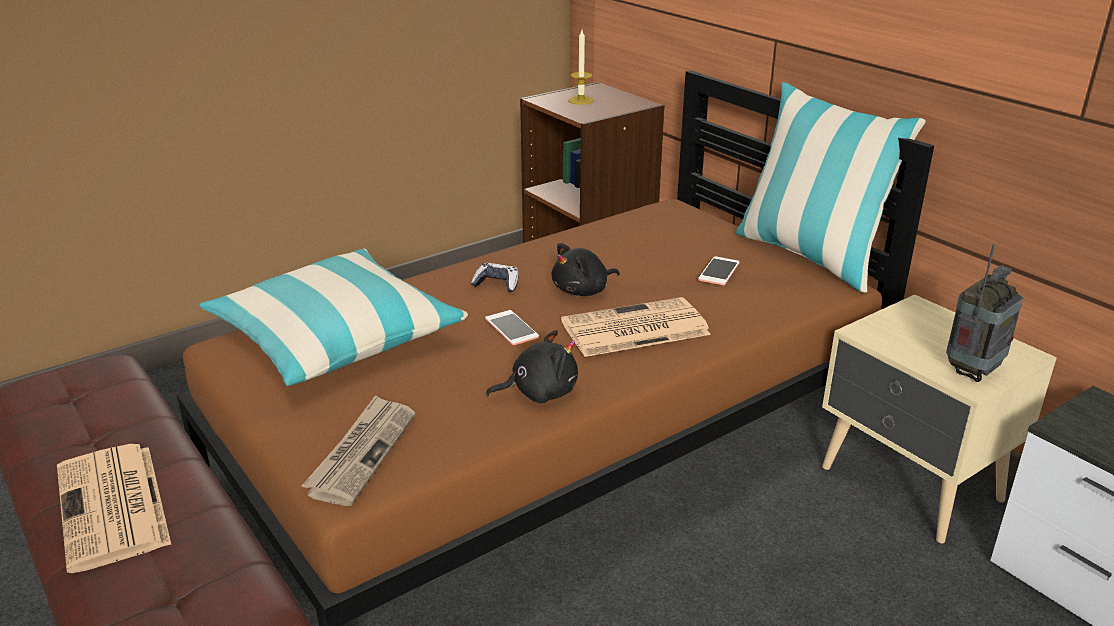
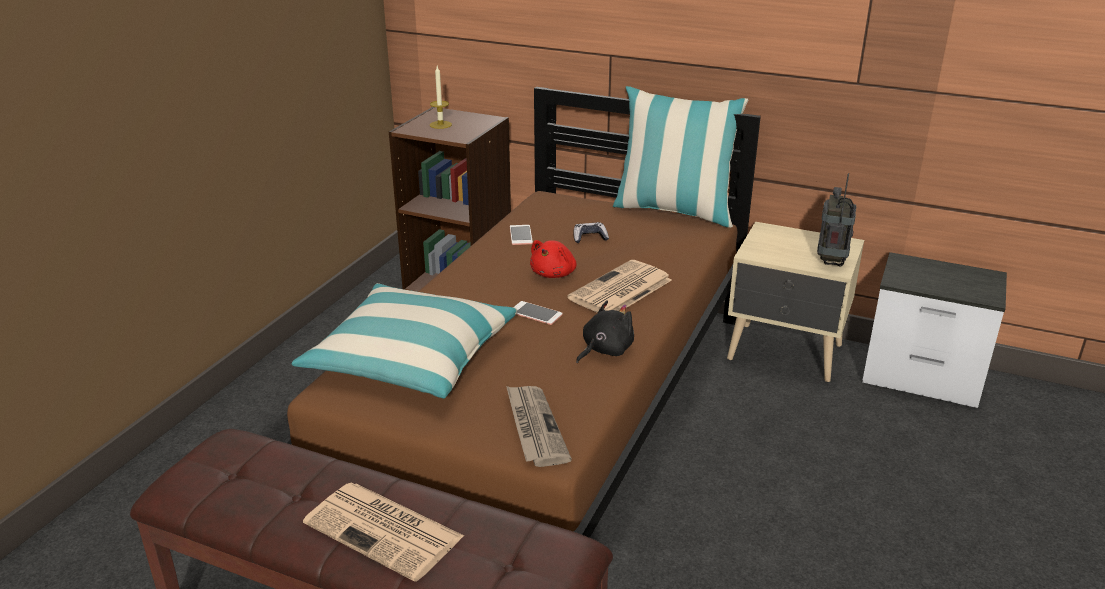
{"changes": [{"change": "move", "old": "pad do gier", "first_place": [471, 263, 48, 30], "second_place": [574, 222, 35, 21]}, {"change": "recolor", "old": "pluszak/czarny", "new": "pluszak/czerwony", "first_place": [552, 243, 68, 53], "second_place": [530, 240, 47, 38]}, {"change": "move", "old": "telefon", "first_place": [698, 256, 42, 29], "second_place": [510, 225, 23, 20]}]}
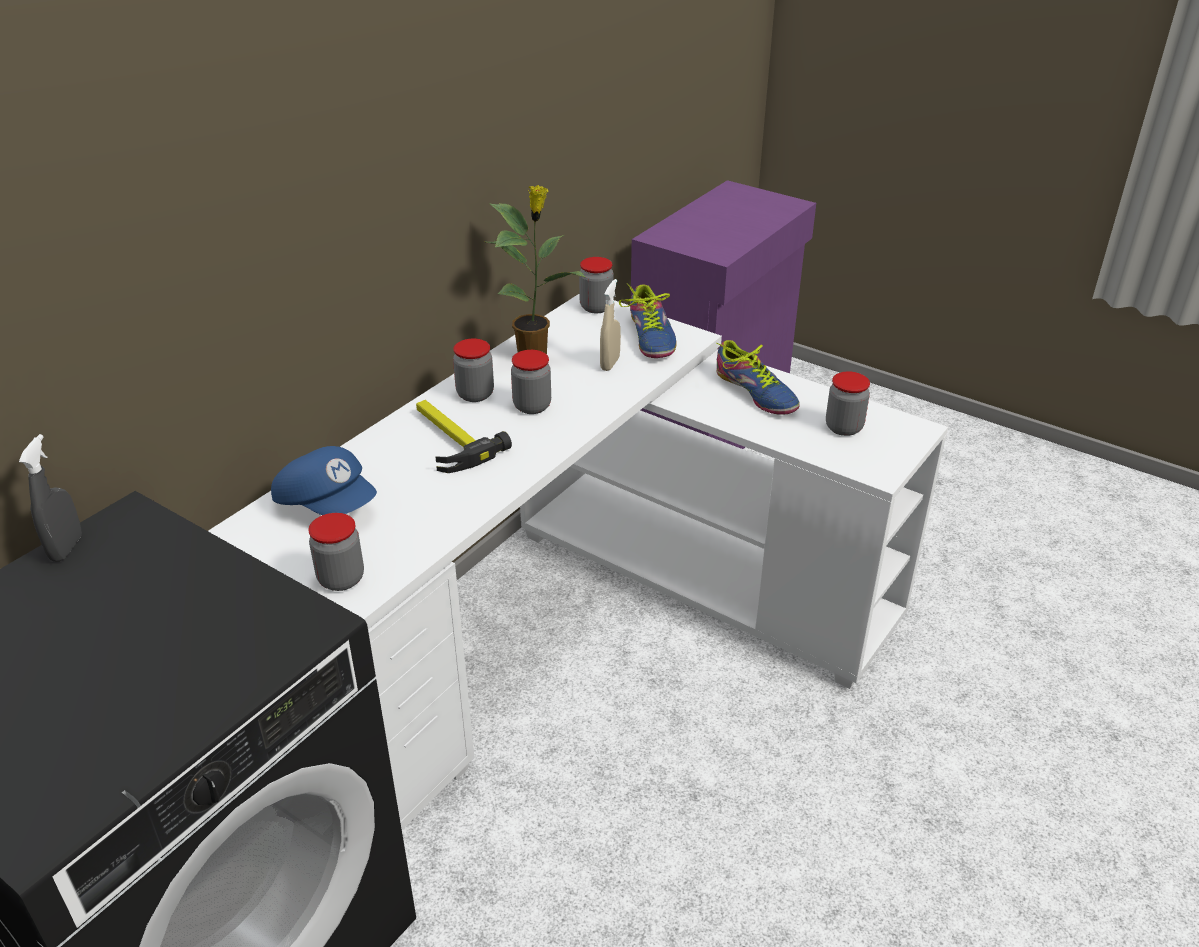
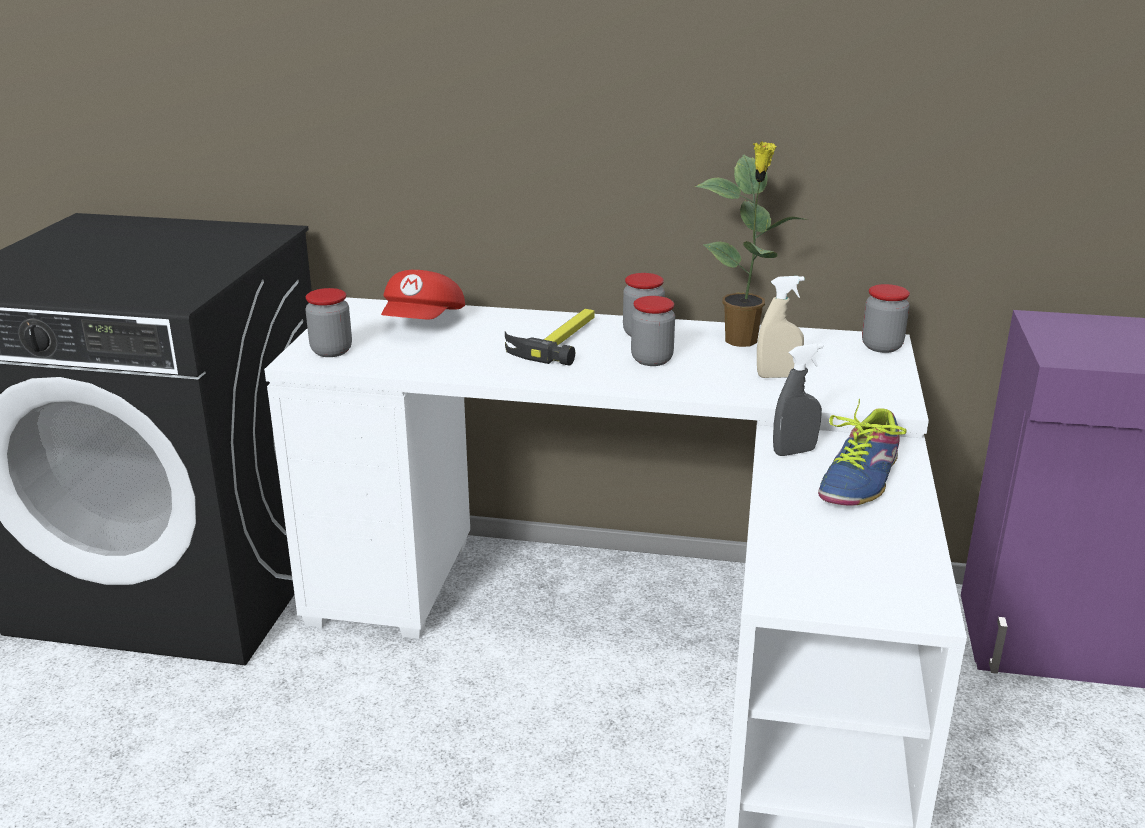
{"changes": [{"change": "move", "old": "spryskiwacz/szary", "first_place": [19, 434, 63, 128], "second_place": [773, 343, 50, 113]}, {"change": "recolor", "old": "czapka z daszkiem/niebieski", "new": "czapka z daszkiem/czerwony", "first_place": [271, 446, 106, 69], "second_place": [381, 270, 84, 50]}, {"change": "delete", "old": "but", "first_place": [619, 283, 58, 75]}, {"change": "delete", "old": "słoik", "first_place": [826, 371, 44, 65]}]}
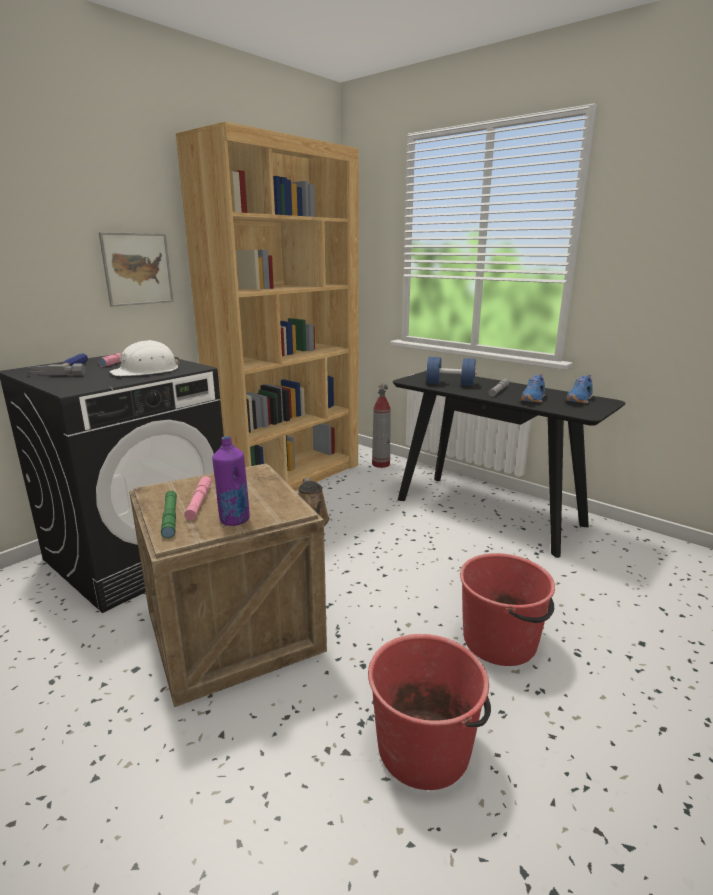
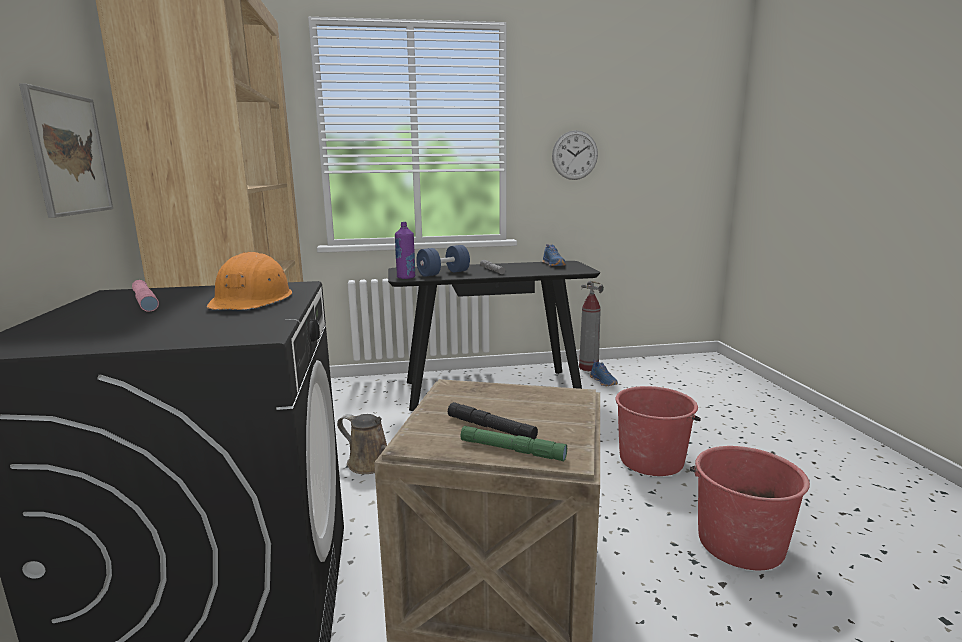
{"changes": [{"change": "delete", "old": "młotek", "first_place": [27, 353, 61, 23]}, {"change": "recolor", "old": "kask/biały", "new": "kask/pomarańczowy", "first_place": [110, 340, 70, 36], "second_place": [207, 252, 85, 58]}, {"change": "recolor", "old": "latarka/różowy", "new": "latarka/czarny", "first_place": [184, 476, 28, 44], "second_place": [448, 402, 90, 38]}, {"change": "move", "old": "butelka/fioletowy", "first_place": [212, 436, 38, 90], "second_place": [395, 222, 20, 57]}, {"change": "move", "old": "gaśnica", "first_place": [372, 384, 19, 84], "second_place": [579, 281, 25, 90]}, {"change": "move", "old": "but/niebieski", "first_place": [521, 374, 24, 29], "second_place": [590, 360, 28, 26]}, {"change": "insert", "new": "zegar ścienny", "second_place": [552, 130, 46, 50]}]}
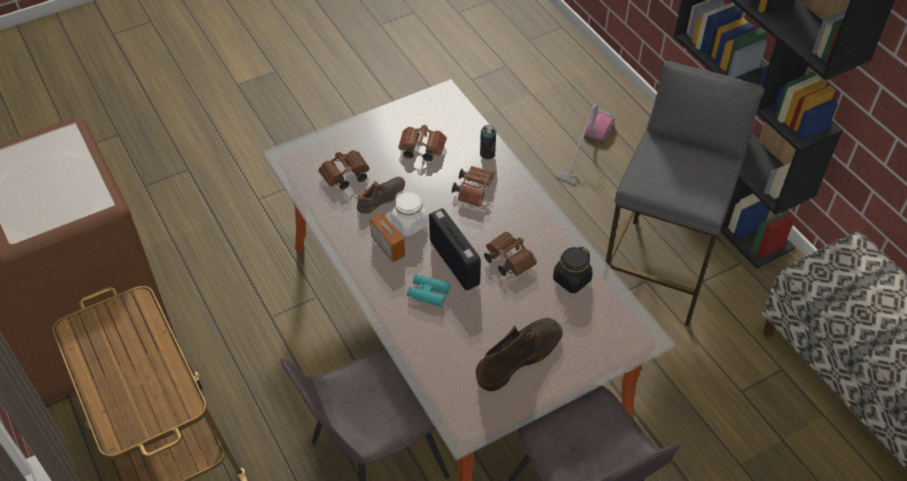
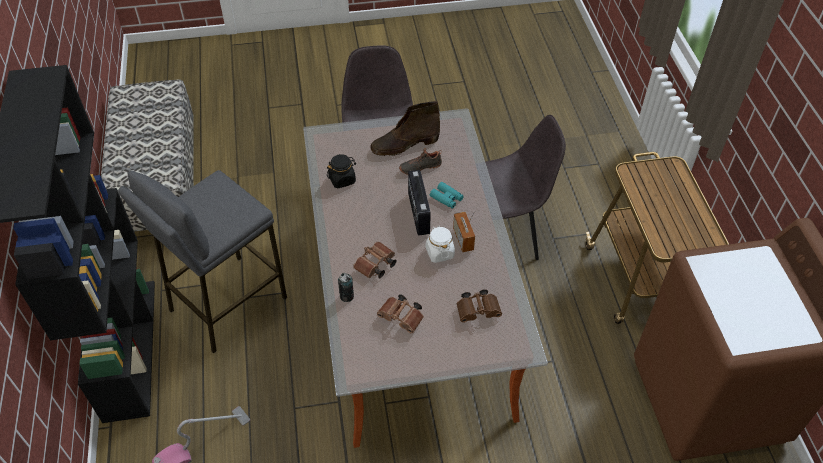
{"changes": [{"change": "move", "old": "but/czarny", "first_place": [356, 177, 49, 37], "second_place": [399, 148, 43, 26]}, {"change": "delete", "old": "lornetka/brązowy", "first_place": [484, 232, 53, 44]}]}
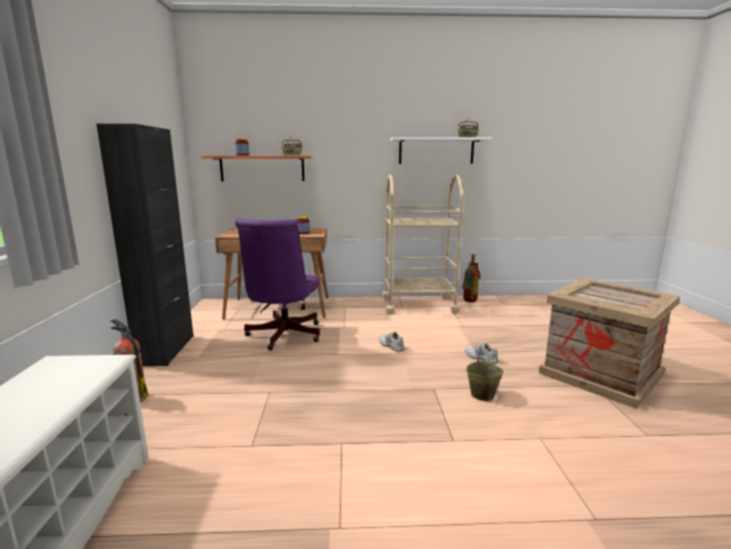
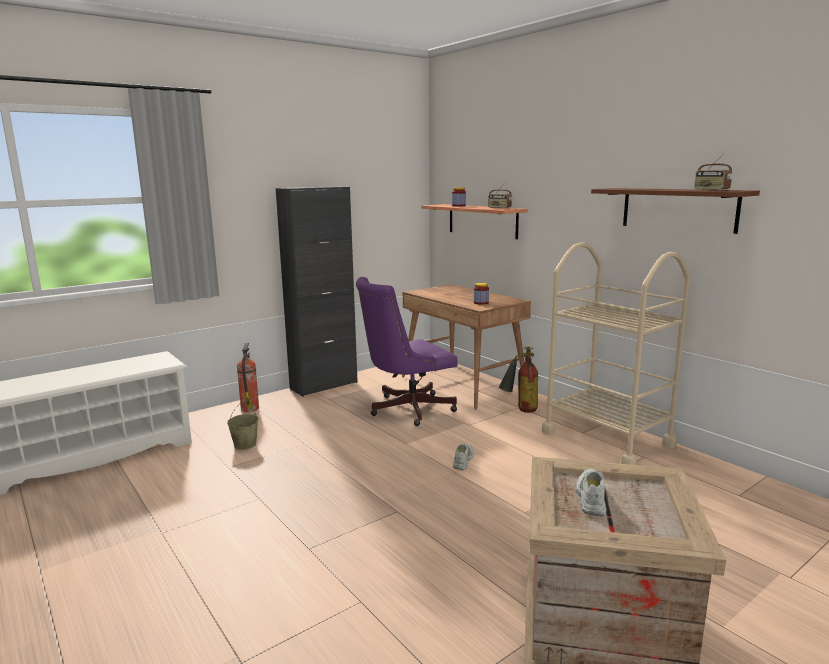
{"changes": [{"change": "recolor", "old": "półka/biały", "new": "półka/brązowy", "first_place": [390, 137, 101, 27], "second_place": [591, 188, 169, 46]}, {"change": "move", "old": "gaśnica", "first_place": [462, 254, 19, 48], "second_place": [499, 346, 39, 67]}, {"change": "move", "old": "but/biały", "first_place": [465, 343, 34, 21], "second_place": [575, 469, 31, 47]}, {"change": "move", "old": "wiadro/beżowy", "first_place": [466, 351, 37, 50], "second_place": [227, 403, 32, 47]}]}
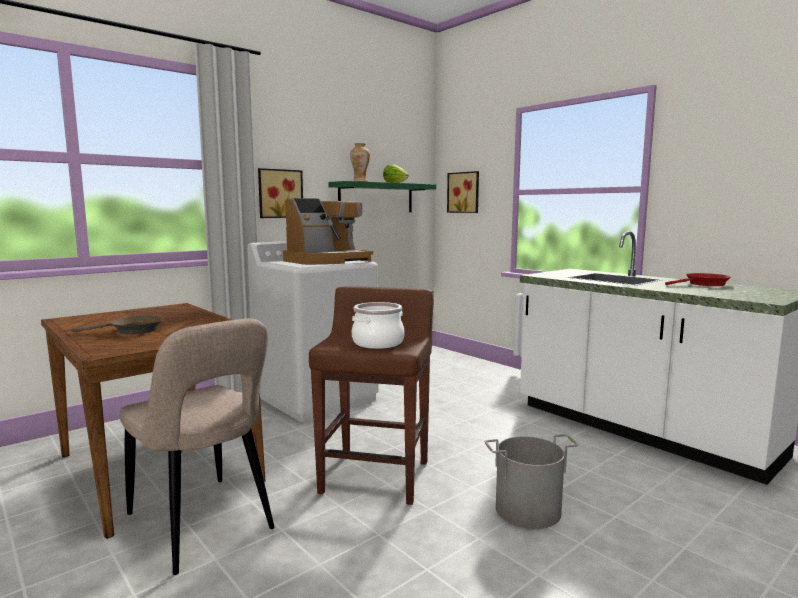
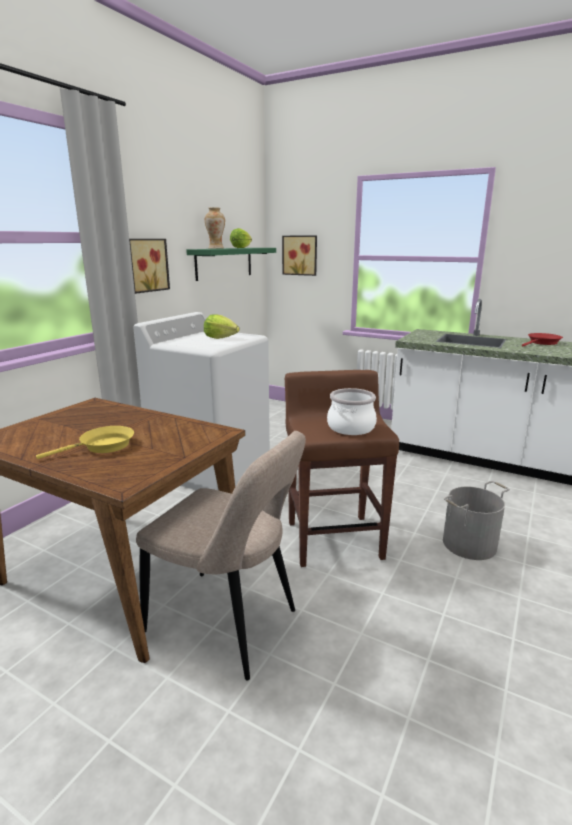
{"changes": [{"change": "recolor", "old": "patelnia/brązowy", "new": "patelnia/żółty", "first_place": [71, 316, 92, 18], "second_place": [36, 426, 98, 33]}, {"change": "replace", "old": "ekspres do kawy", "new": "sałata", "first_place": [283, 198, 90, 67], "second_place": [204, 314, 35, 25]}]}
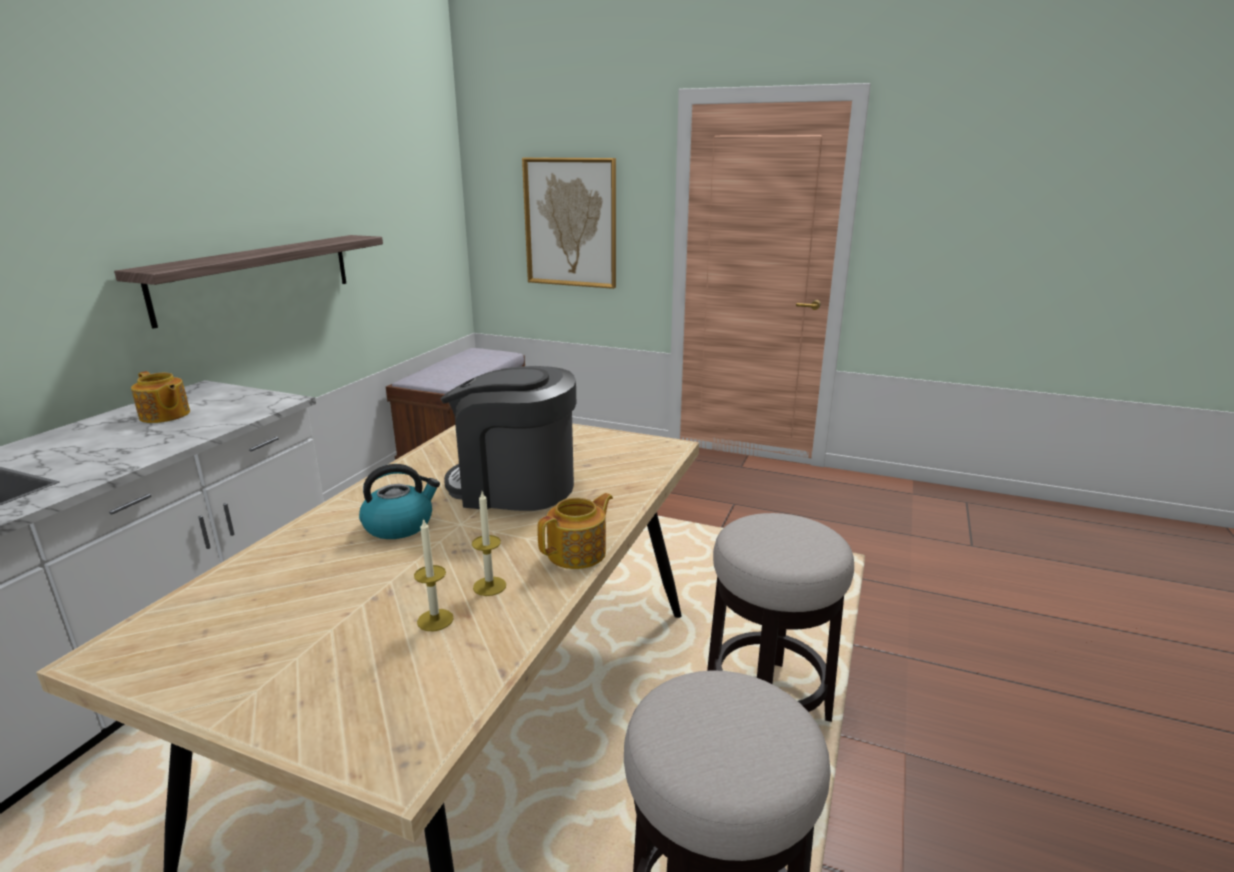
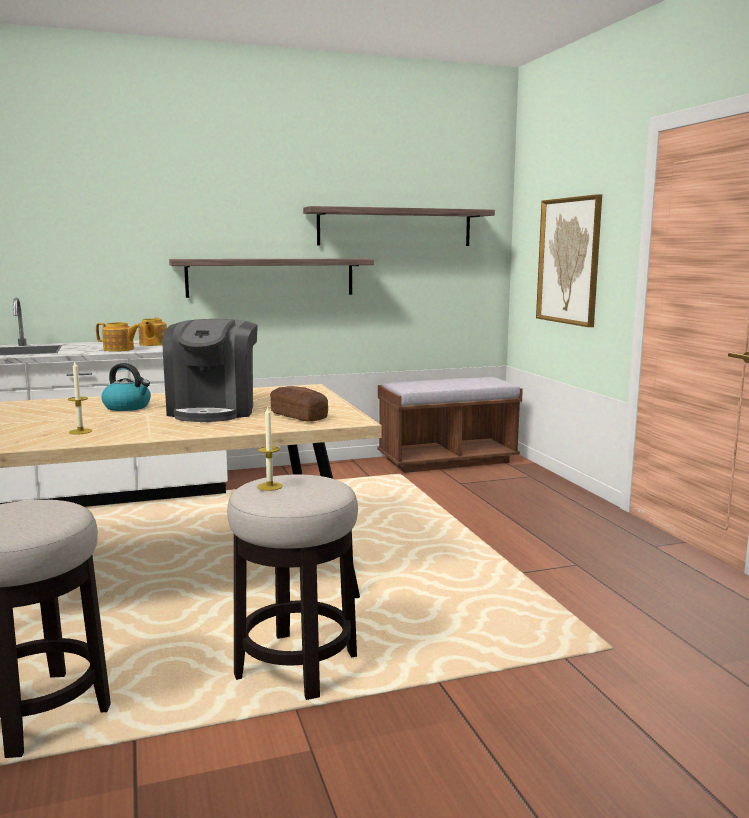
{"changes": [{"change": "move", "old": "świeca", "first_place": [414, 518, 40, 113], "second_place": [257, 406, 26, 85]}, {"change": "rotate", "old": "ekspres do kawy", "first_place": [441, 366, 135, 145], "second_place": [163, 319, 95, 103], "degrees": -150}, {"change": "move", "old": "imbryk", "first_place": [537, 493, 76, 76], "second_place": [96, 322, 45, 30]}, {"change": "insert", "new": "chleb", "second_place": [270, 386, 58, 35]}, {"change": "insert", "new": "półka", "second_place": [303, 206, 192, 40]}]}
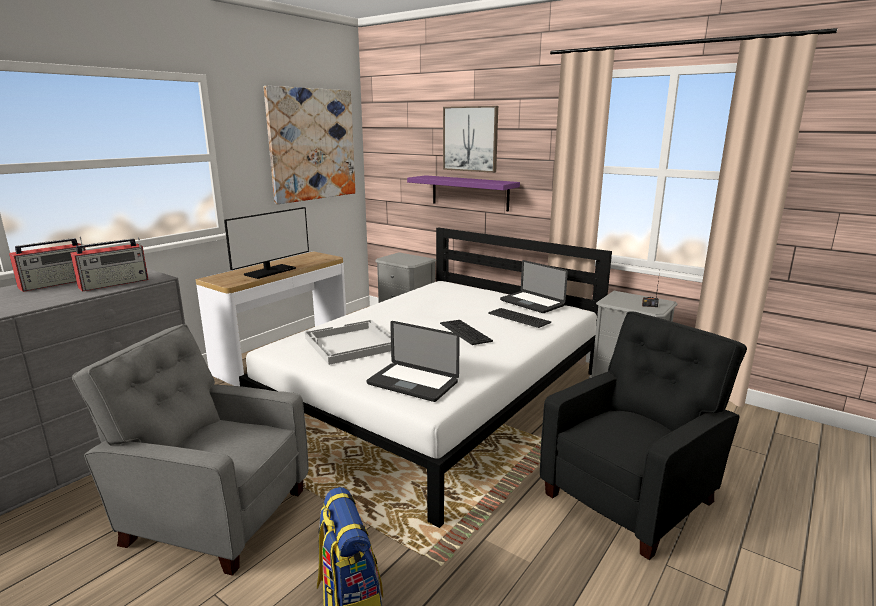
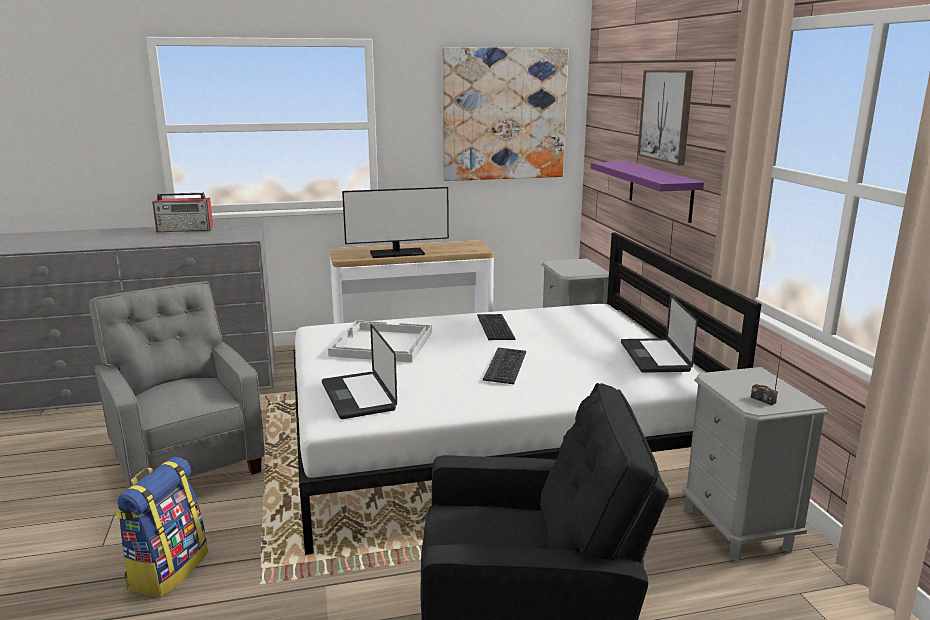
{"changes": [{"change": "delete", "old": "radio", "first_place": [70, 237, 79, 55]}, {"change": "move", "old": "klawiatura", "first_place": [488, 308, 63, 20], "second_place": [477, 314, 38, 26]}]}
